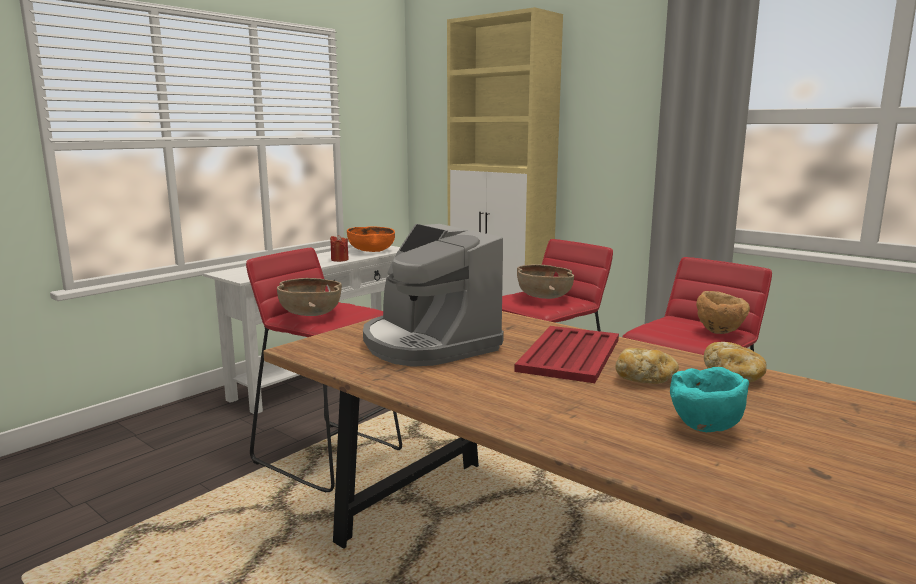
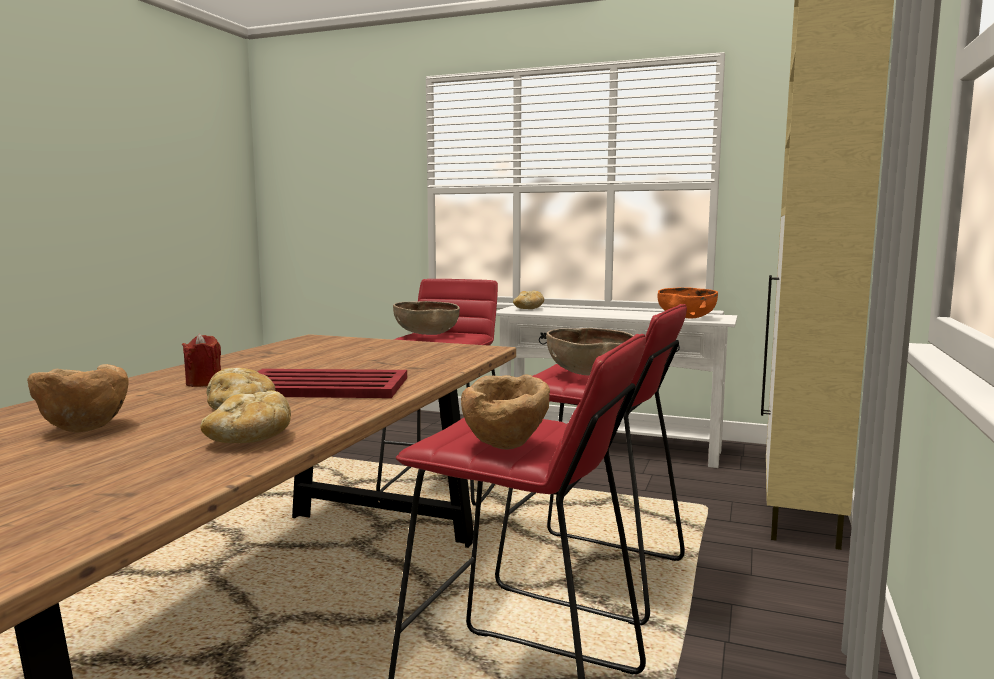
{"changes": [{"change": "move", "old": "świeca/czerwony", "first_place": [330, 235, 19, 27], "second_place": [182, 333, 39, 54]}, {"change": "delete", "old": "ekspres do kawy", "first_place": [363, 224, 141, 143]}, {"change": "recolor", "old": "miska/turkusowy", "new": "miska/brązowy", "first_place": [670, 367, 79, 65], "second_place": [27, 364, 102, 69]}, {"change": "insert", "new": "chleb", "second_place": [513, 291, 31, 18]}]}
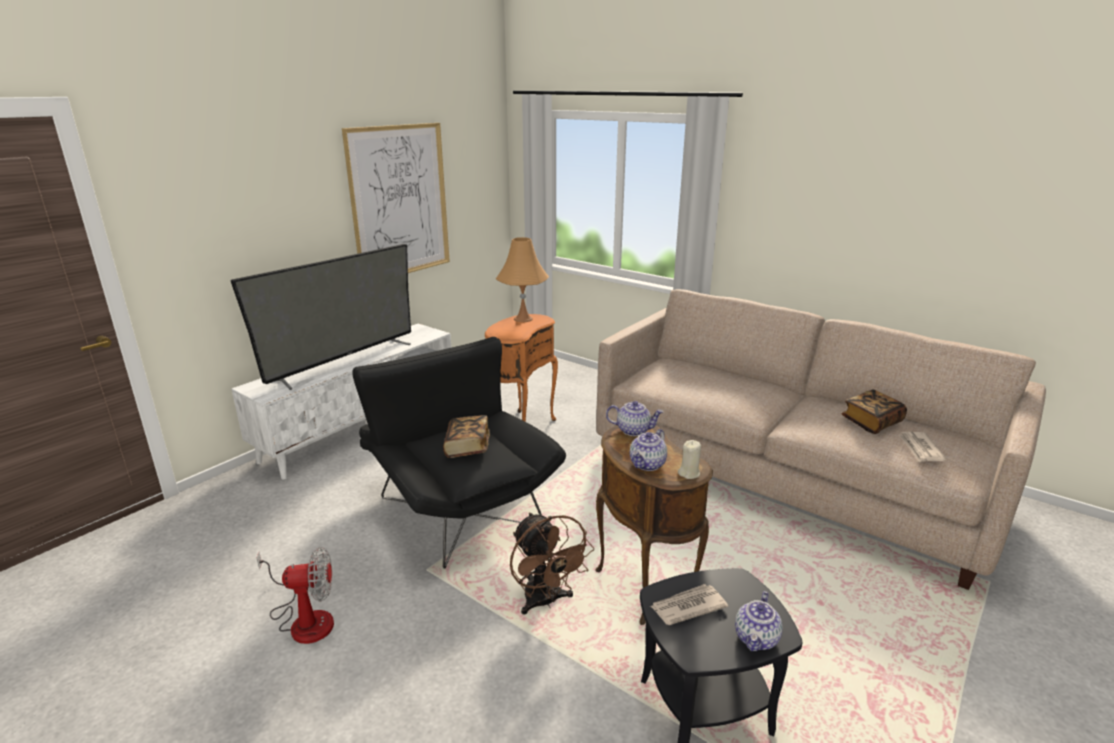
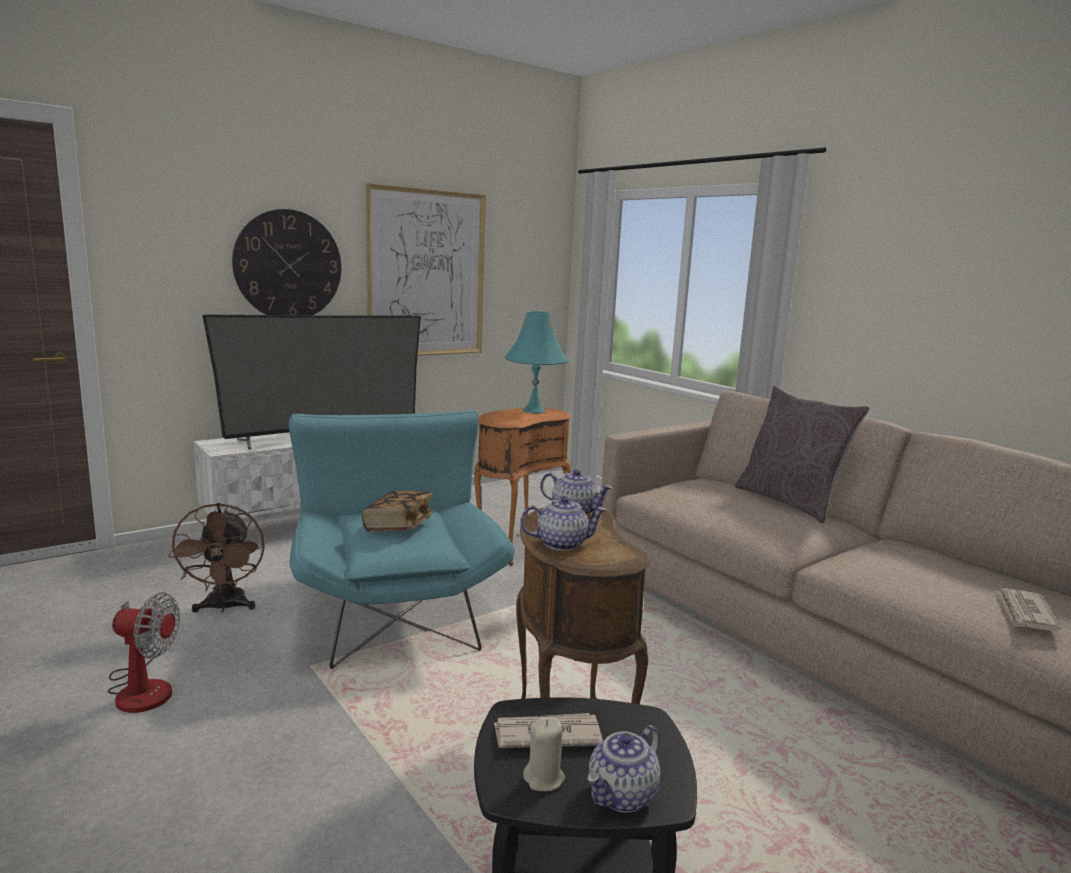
{"changes": [{"change": "recolor", "old": "fotel/czarny", "new": "fotel/turkusowy", "first_place": [353, 337, 213, 232], "second_place": [289, 410, 226, 259]}, {"change": "recolor", "old": "lampa stołowa/pomarańczowy", "new": "lampa stołowa/turkusowy", "first_place": [496, 237, 53, 85], "second_place": [505, 311, 63, 102]}, {"change": "move", "old": "wentylator/brązowy", "first_place": [510, 512, 84, 103], "second_place": [168, 503, 97, 110]}, {"change": "rotate", "old": "imbryk", "first_place": [630, 429, 37, 42], "second_place": [520, 496, 86, 55], "degrees": -150}, {"change": "move", "old": "świeca/beżowy", "first_place": [678, 440, 23, 39], "second_place": [523, 717, 42, 74]}, {"change": "delete", "old": "książka", "first_place": [842, 390, 65, 44]}, {"change": "insert", "new": "zegar ścienny", "second_place": [232, 209, 110, 107]}, {"change": "insert", "new": "poduszka/szary", "second_place": [735, 386, 135, 137]}]}
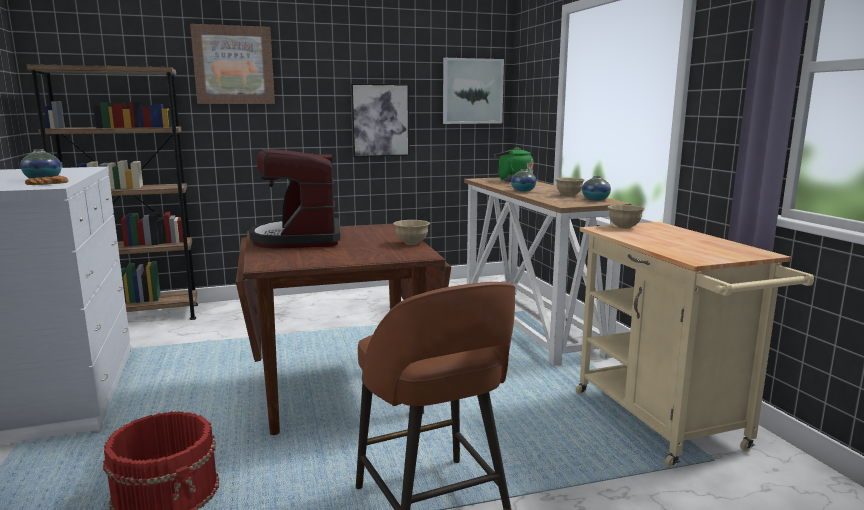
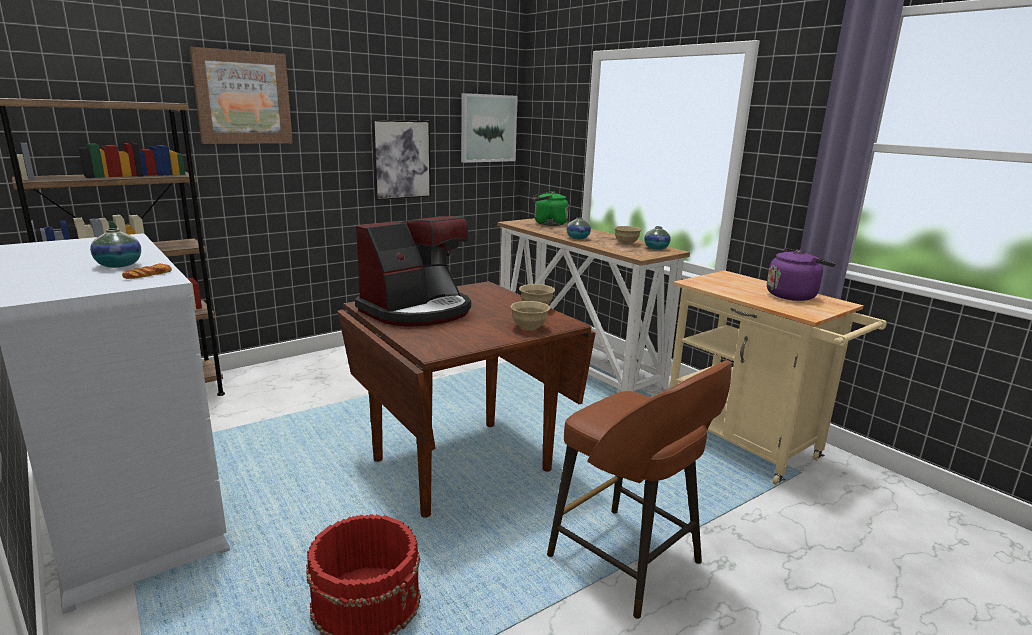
{"changes": [{"change": "rotate", "old": "ekspres do kawy", "first_place": [249, 149, 91, 100], "second_place": [355, 216, 116, 111], "degrees": -105}, {"change": "move", "old": "miska/beżowy", "first_place": [607, 205, 38, 24], "second_place": [511, 301, 39, 30]}, {"change": "insert", "new": "czajnik/fioletowy", "second_place": [767, 248, 69, 53]}]}
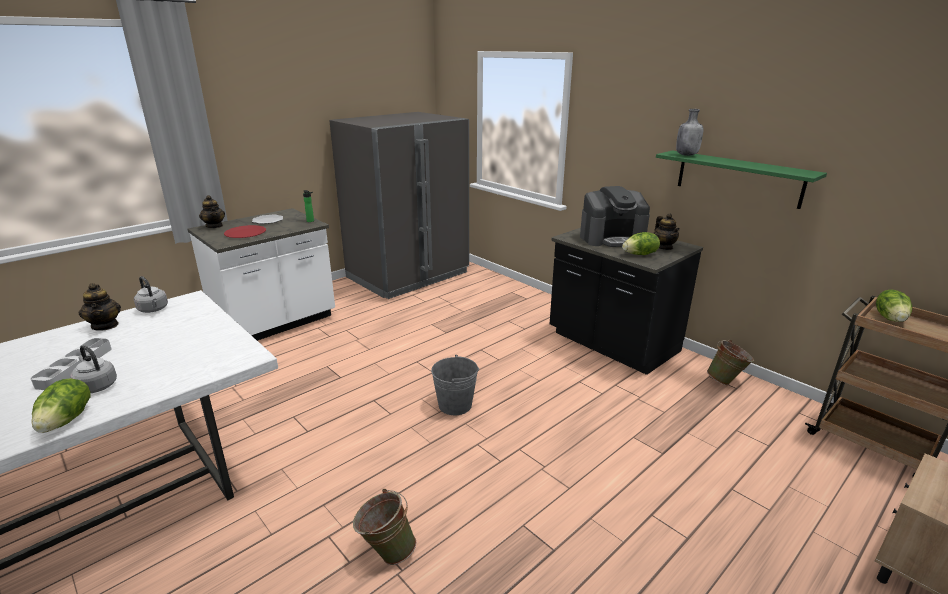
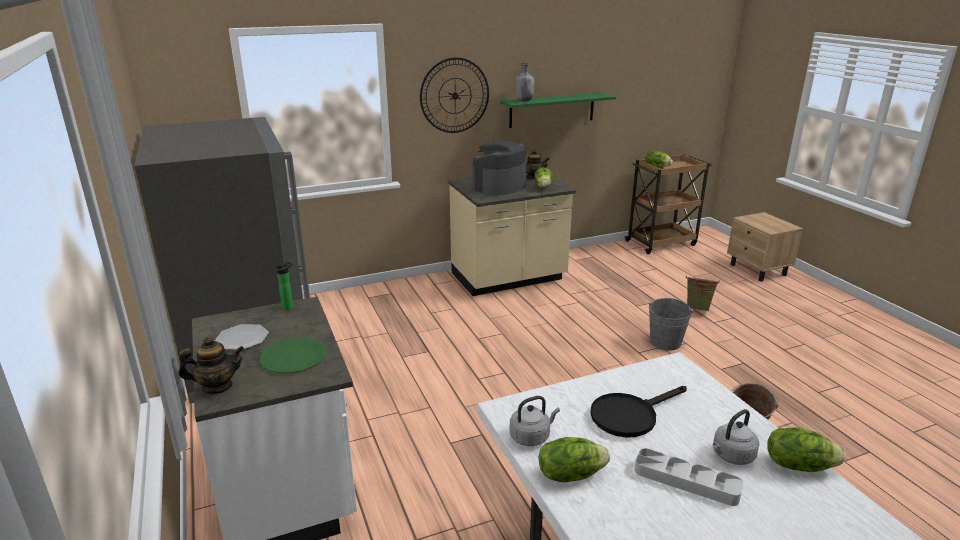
{"changes": [{"change": "replace", "old": "imbryk", "new": "sałata", "first_place": [79, 283, 42, 48], "second_place": [539, 437, 71, 45]}, {"change": "recolor", "old": "talerz/czerwony", "new": "talerz/zielony", "first_place": [224, 225, 42, 13], "second_place": [259, 338, 67, 35]}, {"change": "move", "old": "wiadro/szary", "first_place": [431, 355, 48, 60], "second_place": [649, 298, 44, 52]}, {"change": "recolor", "old": "zabudowa kuchenna/czarny", "new": "zabudowa kuchenna/beżowy", "first_place": [550, 228, 153, 147], "second_place": [448, 174, 128, 122]}, {"change": "rotate", "old": "ekspres do kawy", "first_place": [580, 186, 70, 61], "second_place": [472, 141, 55, 55], "degrees": -150}, {"change": "move", "old": "wiadro/zielony", "first_place": [707, 340, 47, 45], "second_place": [686, 275, 34, 36]}, {"change": "insert", "new": "zegar ścienny", "second_place": [420, 57, 69, 76]}, {"change": "insert", "new": "patelnia/czarny", "second_place": [590, 386, 97, 52]}]}
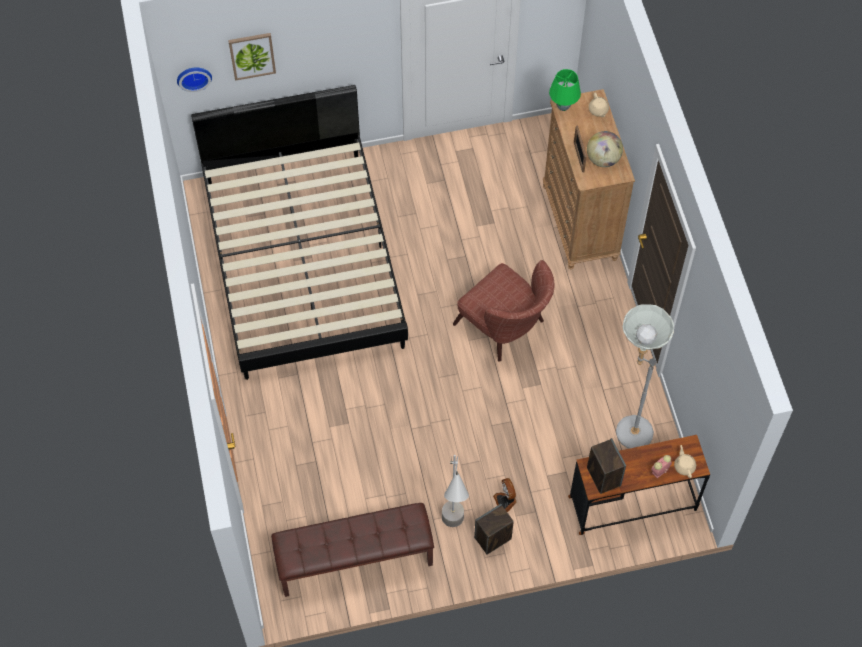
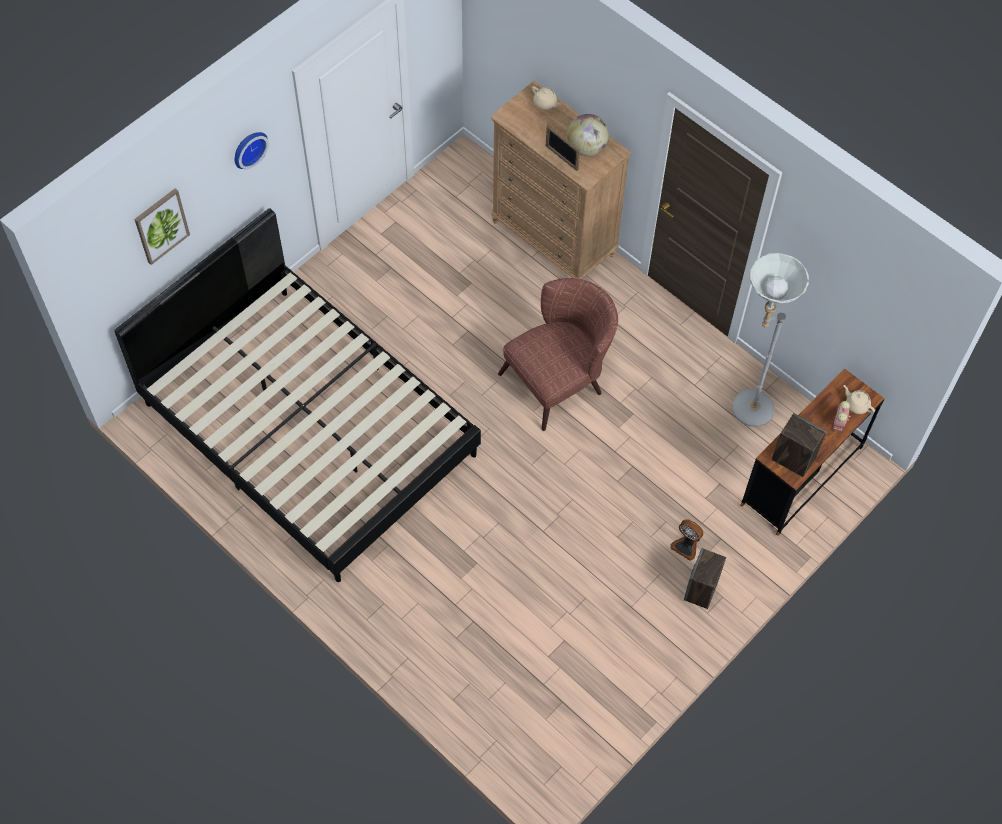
{"changes": [{"change": "move", "old": "zegar ścienny", "first_place": [177, 67, 35, 25], "second_place": [235, 132, 34, 37]}, {"change": "delete", "old": "ławka/brązowy", "first_place": [271, 503, 163, 94]}, {"change": "delete", "old": "lampa stojąca/szary", "first_place": [442, 455, 27, 72]}, {"change": "rotate", "old": "fotel/brązowy", "first_place": [453, 260, 101, 102], "second_place": [498, 278, 120, 153], "degrees": -45}, {"change": "delete", "old": "lampa stołowa/zielony", "first_place": [549, 69, 32, 42]}]}
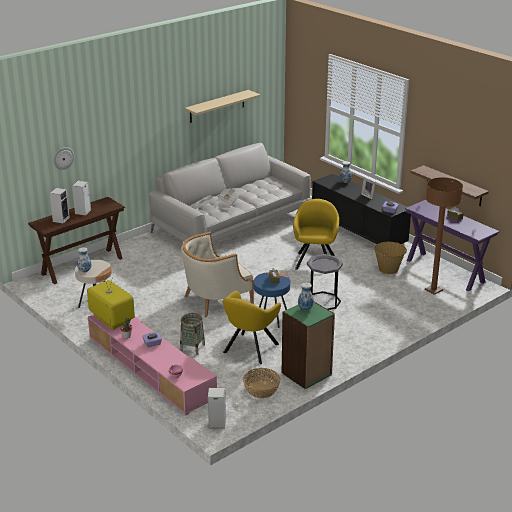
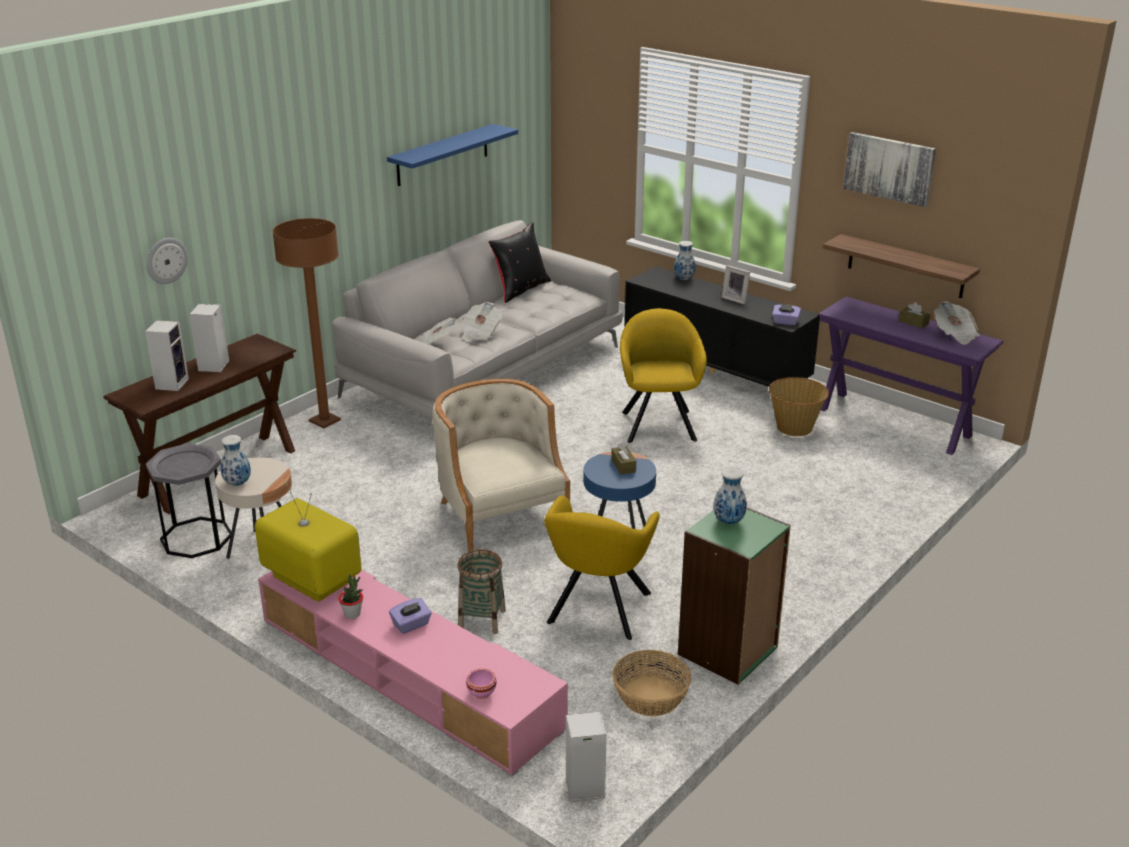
{"changes": [{"change": "rotate", "old": "fotel/beżowy", "first_place": [181, 232, 73, 85], "second_place": [432, 379, 138, 173], "degrees": 105}, {"change": "recolor", "old": "półka/beżowy", "new": "półka/niebieski", "first_place": [185, 90, 75, 33], "second_place": [387, 124, 131, 62]}, {"change": "move", "old": "stolik/szary", "first_place": [307, 254, 36, 56], "second_place": [146, 443, 85, 115]}, {"change": "move", "old": "lampa stojąca/brązowy", "first_place": [425, 177, 38, 118], "second_place": [272, 218, 69, 210]}, {"change": "insert", "new": "poduszka/czarny", "second_place": [488, 222, 63, 81]}, {"change": "insert", "new": "obraz", "second_place": [843, 132, 93, 75]}, {"change": "insert", "new": "gazeta", "second_place": [934, 301, 46, 44]}]}
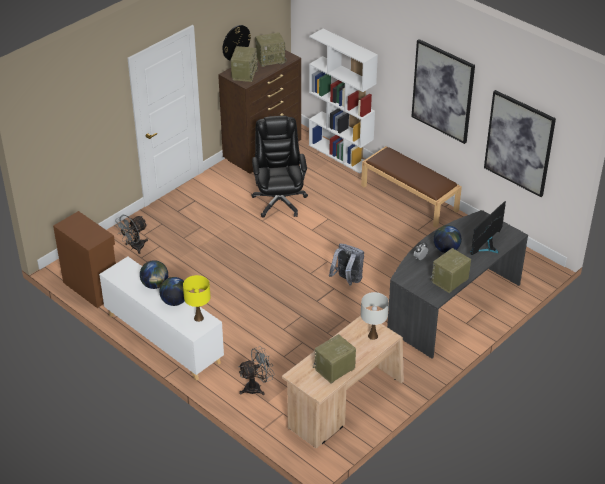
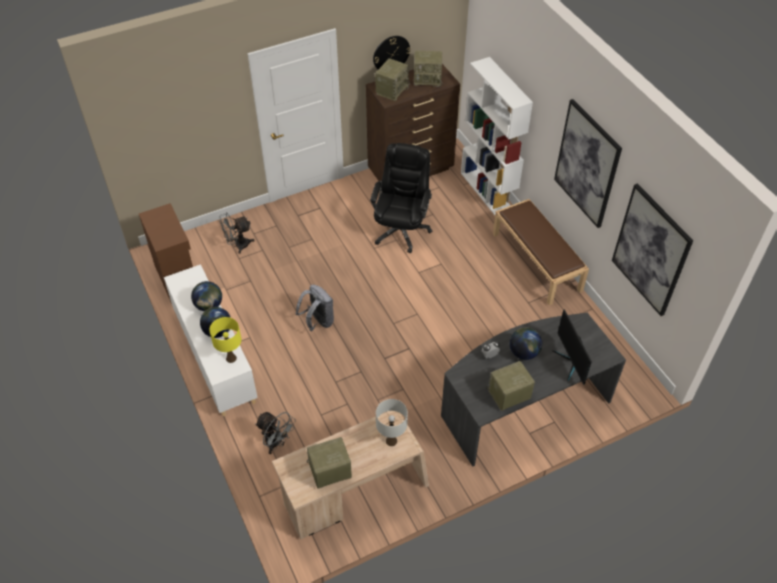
{"changes": [{"change": "rotate", "old": "wentylator/szary", "first_place": [239, 346, 36, 49], "second_place": [255, 412, 41, 42], "degrees": 45}, {"change": "move", "old": "plecak/szary", "first_place": [329, 244, 35, 42], "second_place": [296, 285, 38, 46]}, {"change": "rotate", "old": "monitor", "first_place": [469, 201, 37, 54], "second_place": [553, 309, 39, 76], "degrees": -75}]}
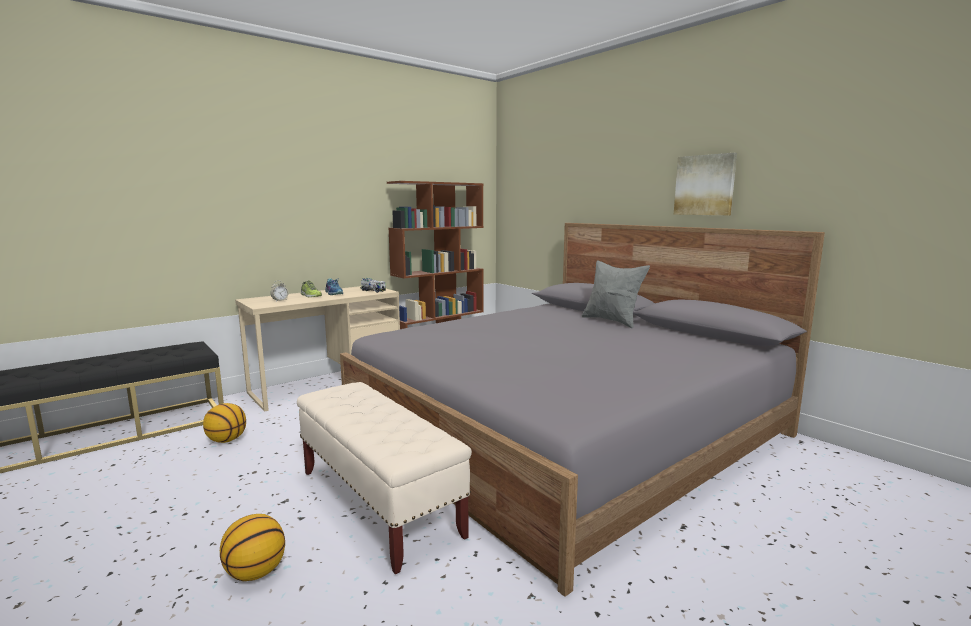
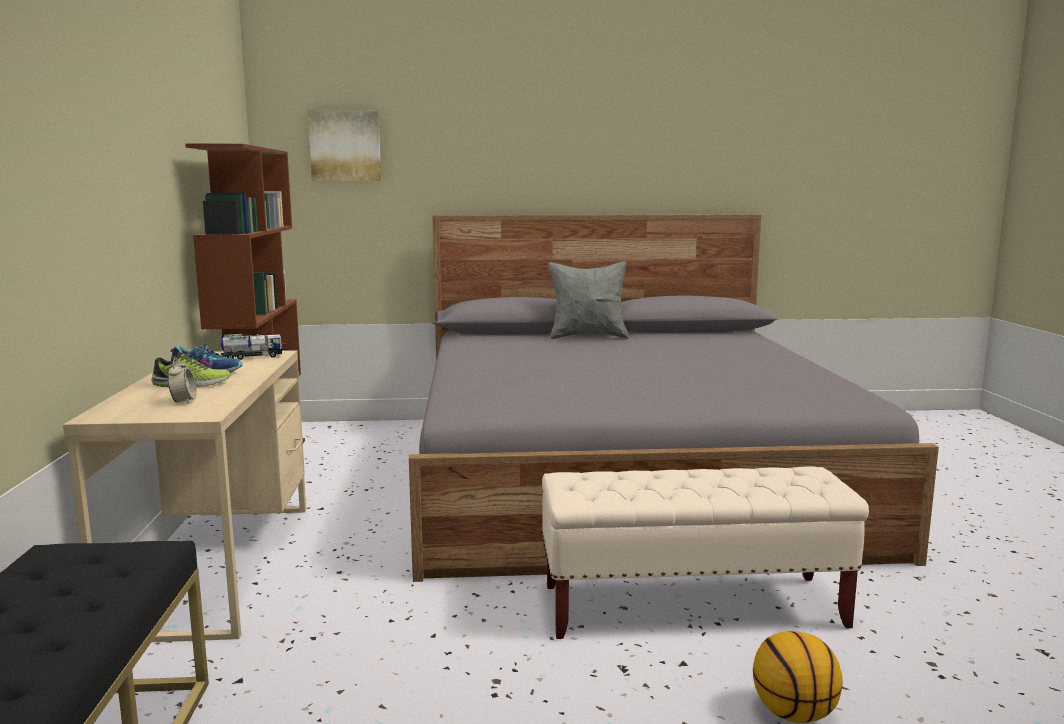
{"changes": [{"change": "delete", "old": "piłka do koszykówki", "first_place": [203, 403, 43, 40]}, {"change": "move", "old": "obraz", "first_place": [674, 153, 63, 62], "second_place": [308, 110, 73, 71]}]}
